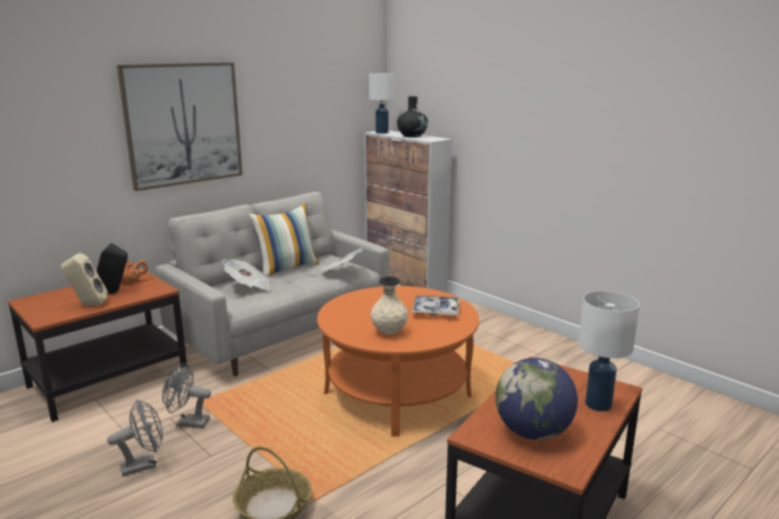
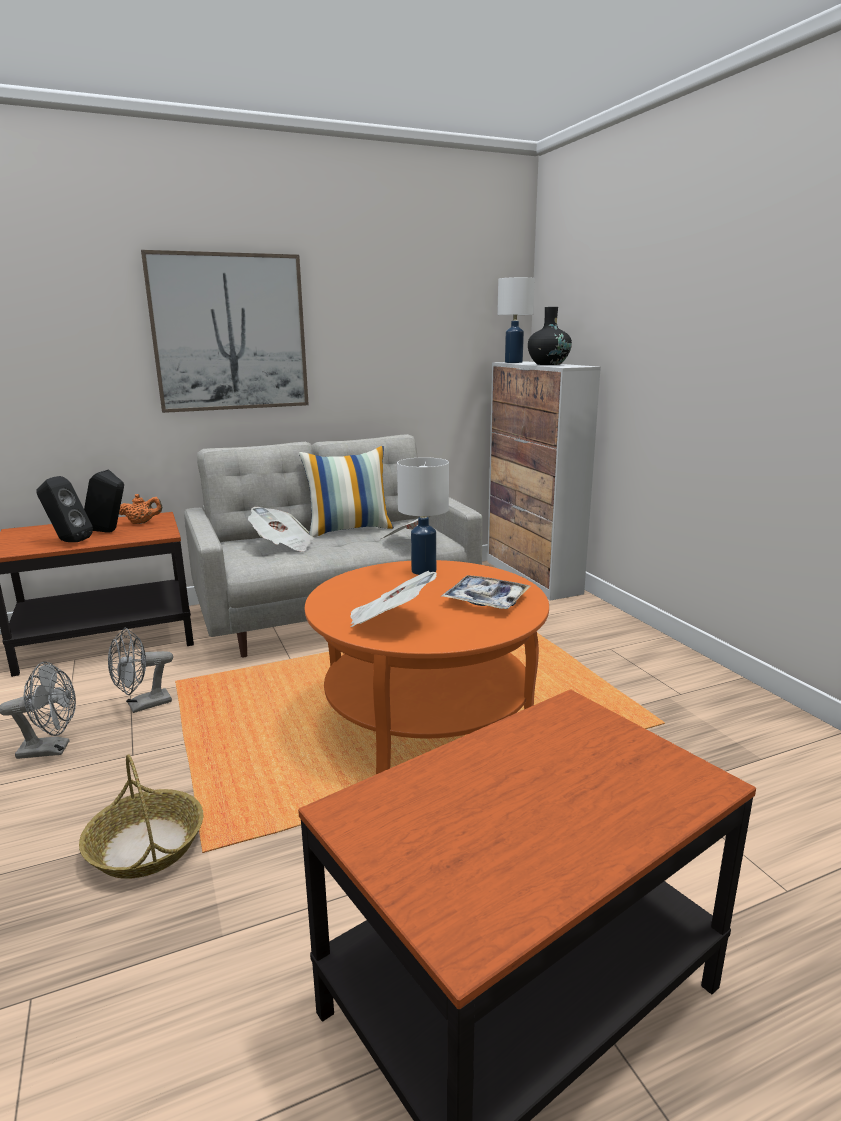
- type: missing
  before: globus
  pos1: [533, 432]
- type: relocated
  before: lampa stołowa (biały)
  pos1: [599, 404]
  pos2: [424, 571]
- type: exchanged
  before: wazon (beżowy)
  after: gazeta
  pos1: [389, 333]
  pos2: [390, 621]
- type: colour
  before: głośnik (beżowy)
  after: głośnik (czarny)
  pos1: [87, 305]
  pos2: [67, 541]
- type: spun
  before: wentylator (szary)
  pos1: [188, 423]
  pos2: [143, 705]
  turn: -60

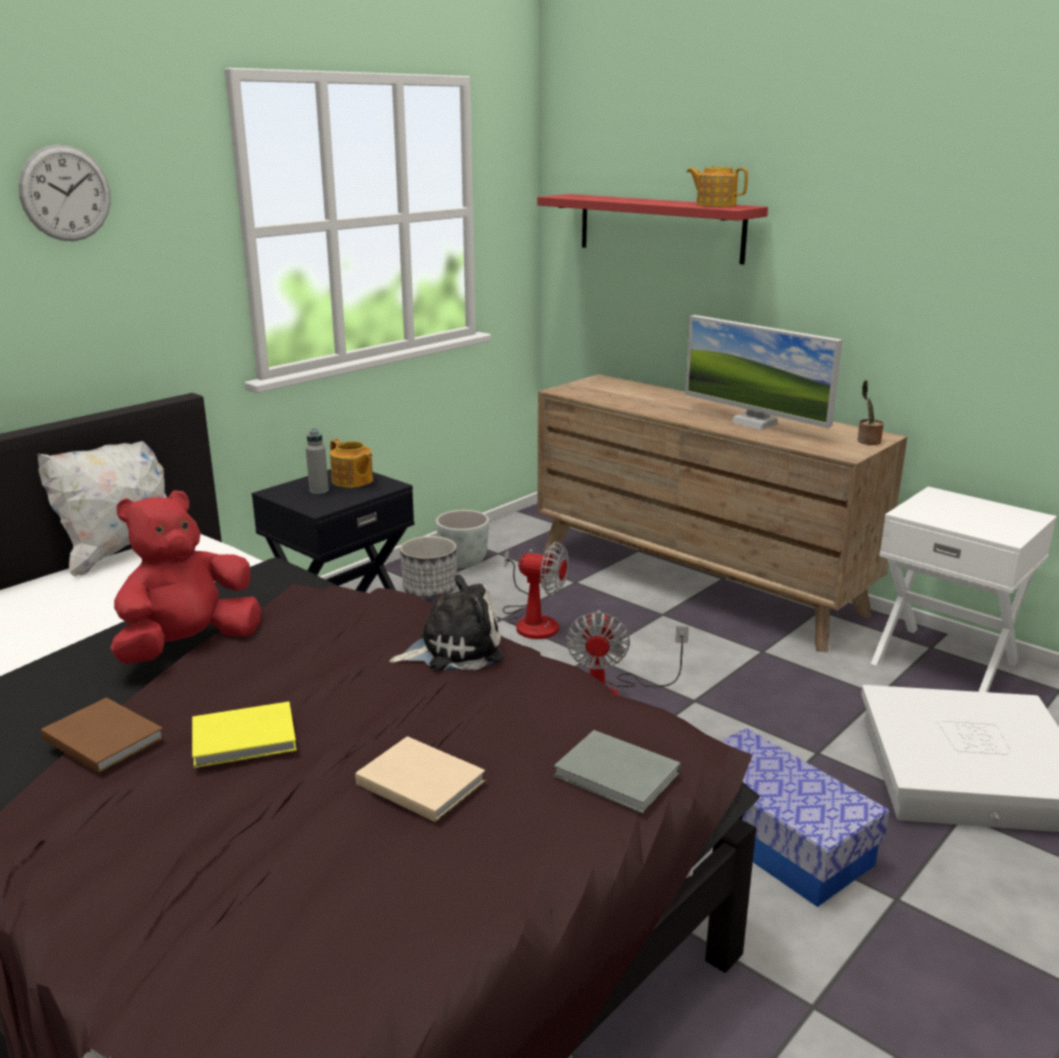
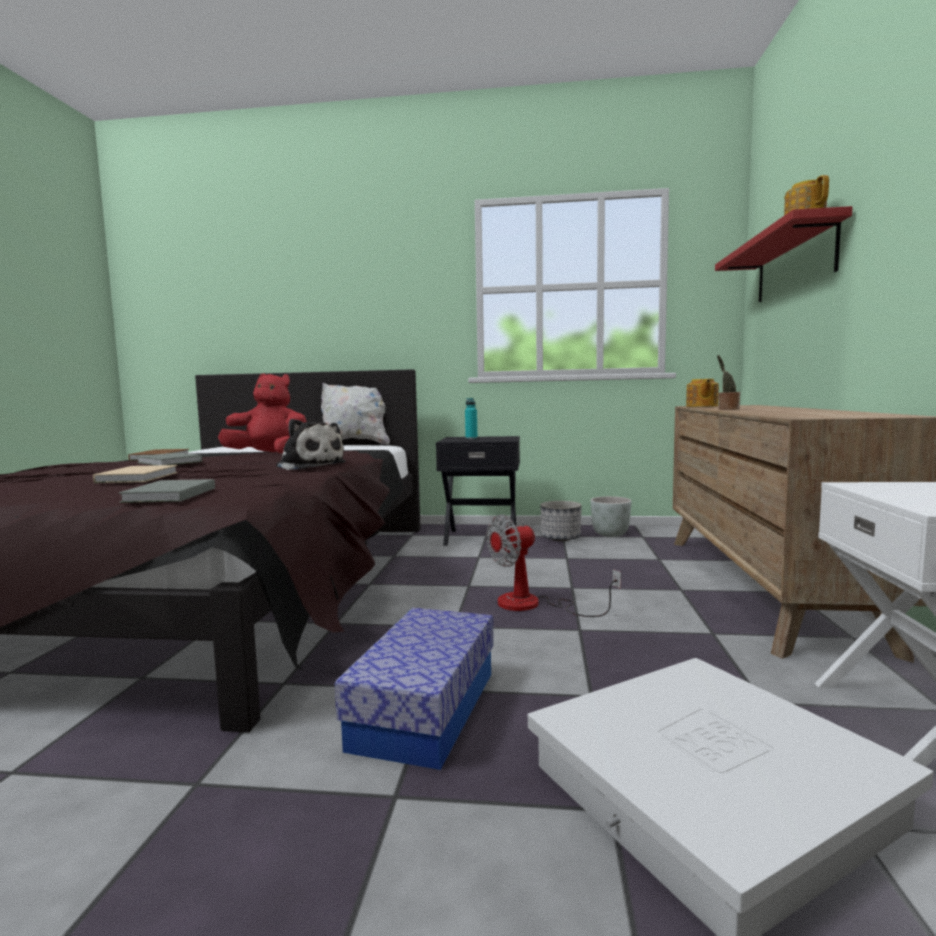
- type: missing
  before: zegar ścienny
  pos1: [65, 193]
- type: missing
  before: wentylator
  pos1: [532, 621]
- type: missing
  before: monitor
  pos1: [754, 423]
- type: relocated
  before: imbryk
  pos1: [352, 481]
  pos2: [701, 406]
- type: relocated
  before: roślina doniczkowa
  pos1: [867, 441]
  pos2: [727, 409]
- type: colour
  before: książka (żółty)
  after: książka (szary)
  pos1: [247, 739]
  pos2: [169, 462]
- type: colour
  before: butelka (szary)
  after: butelka (turkusowy)
  pos1: [319, 490]
  pos2: [471, 438]

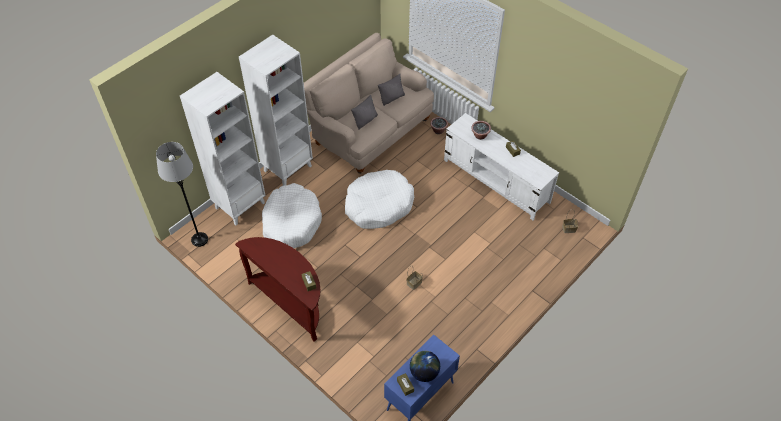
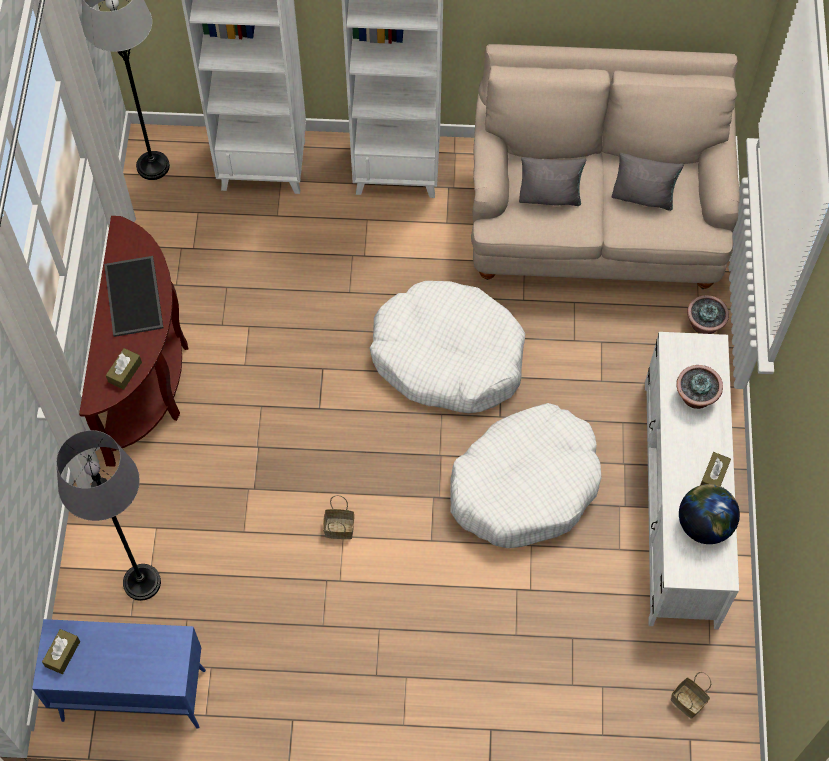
- type: appeared
  after: lampa stojąca (szary)
  pos2: [142, 582]
- type: appeared
  after: taca
  pos2: [135, 297]
- type: relocated
  before: legowisko (biały)
  pos1: [291, 222]
  pos2: [525, 484]
- type: relocated
  before: globus
  pos1: [424, 372]
  pos2: [704, 524]

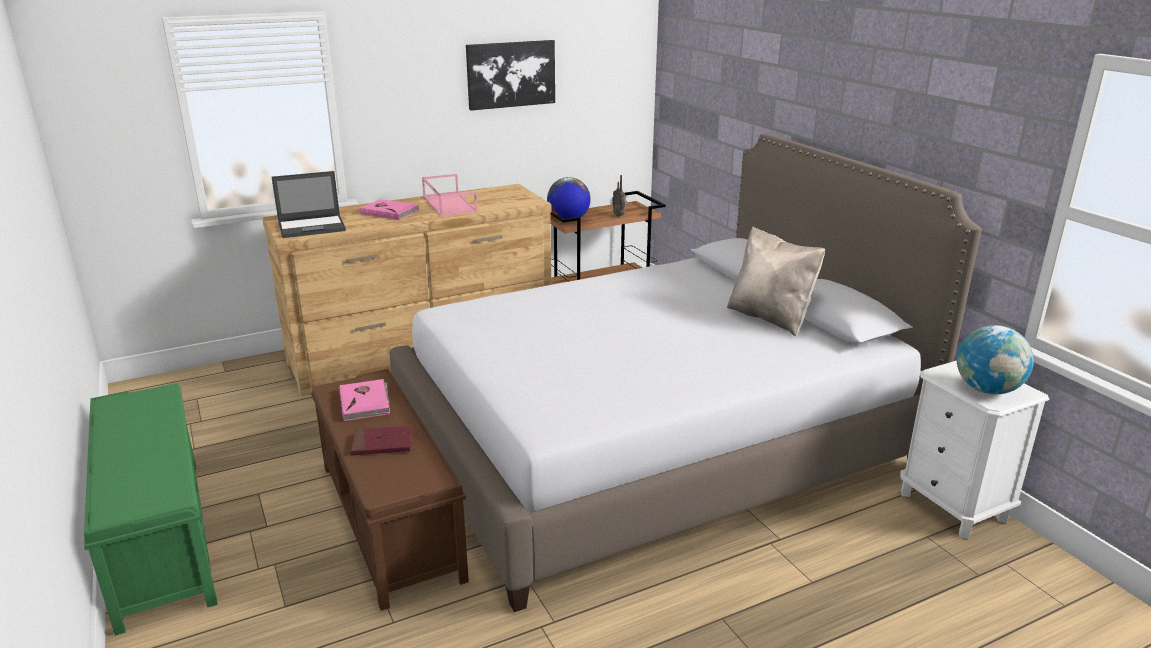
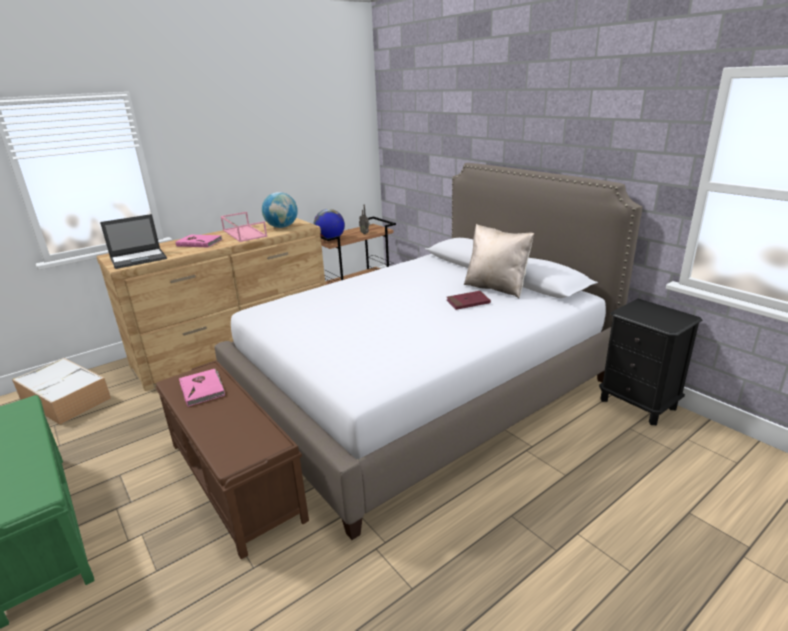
- type: missing
  before: obraz
  pos1: [510, 74]
- type: appeared
  after: pojemnik do przechowywania
  pos2: [66, 399]
- type: relocated
  before: książka (czerwony)
  pos1: [382, 443]
  pos2: [468, 302]
- type: relocated
  before: globus
  pos1: [987, 390]
  pos2: [282, 227]
- type: colour
  before: szafka nocna (biały)
  after: szafka nocna (czarny)
  pos1: [953, 506]
  pos2: [637, 404]

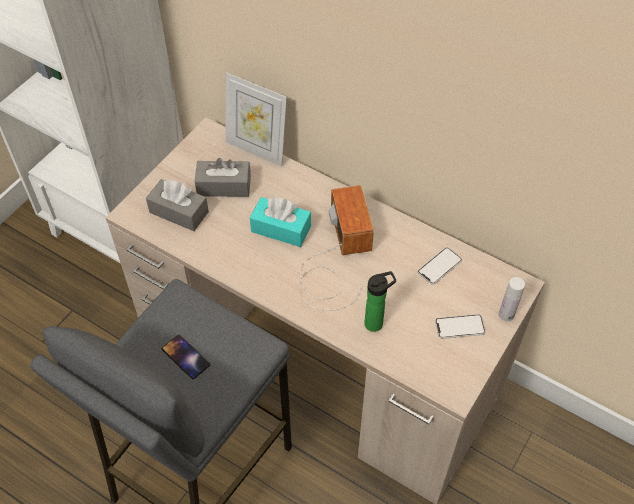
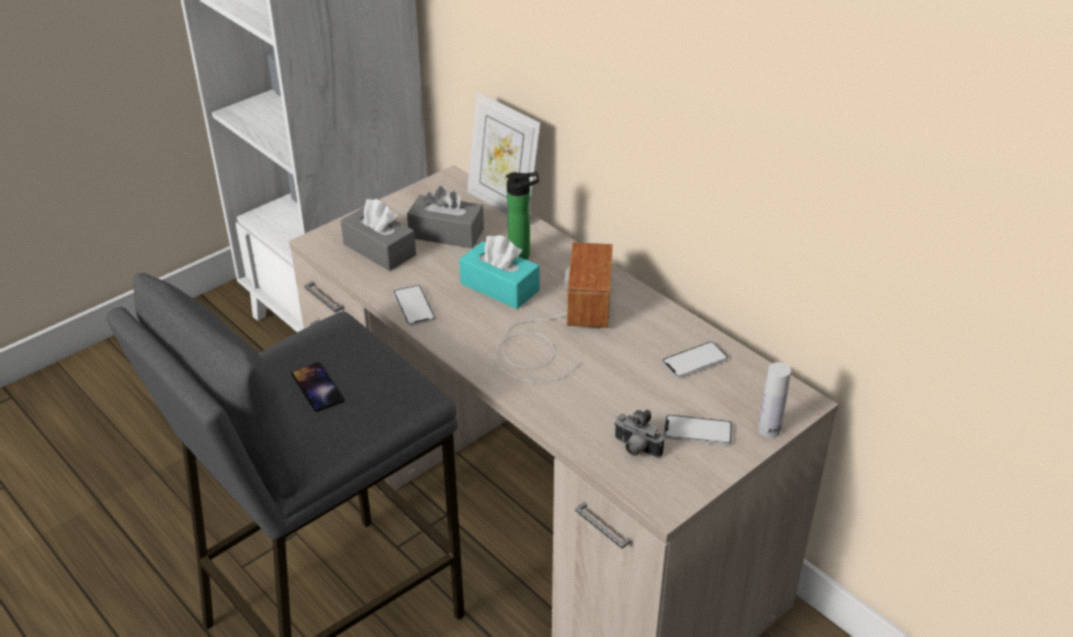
- type: appeared
  after: telefon
  pos2: [414, 306]
- type: appeared
  after: aparat fotograficzny
  pos2: [635, 449]
- type: relocated
  before: butelka
  pos1: [376, 323]
  pos2: [522, 255]

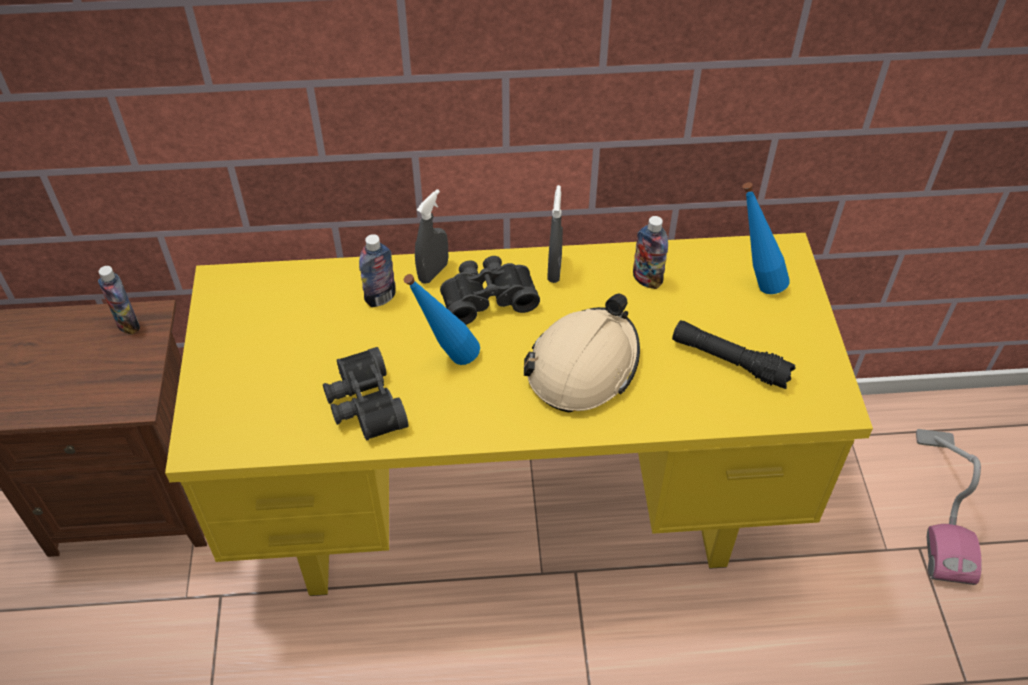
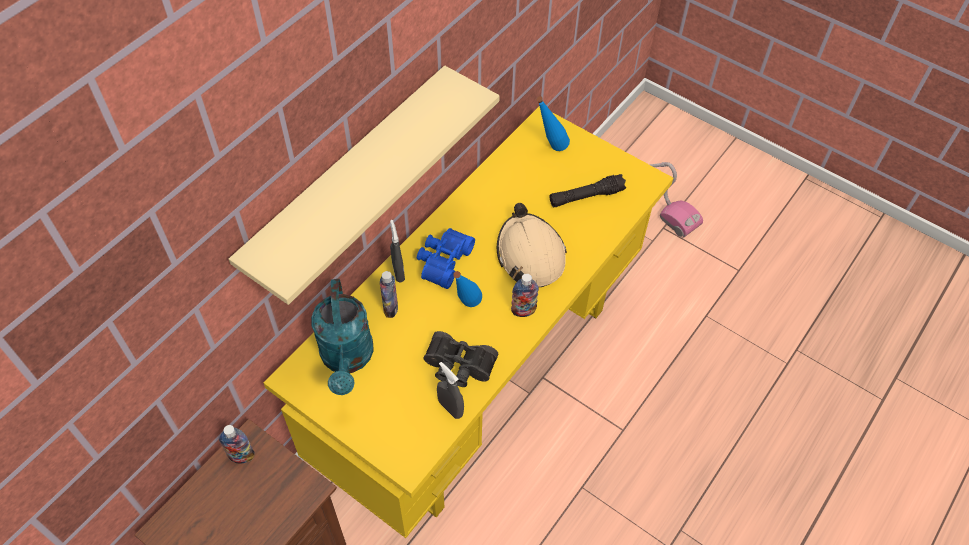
- type: appeared
  after: półka (beżowy)
  pos2: [349, 180]
- type: appeared
  after: konewka (turkusowy)
  pos2: [347, 359]
- type: relocated
  before: spryskiwacz (szary)
  pos1: [554, 270]
  pos2: [450, 408]
- type: relocated
  before: butelka
  pos1: [647, 279]
  pos2: [523, 311]
- type: colour
  before: lornetka (czarny)
  after: lornetka (niebieski)
  pos1: [487, 297]
  pos2: [442, 261]

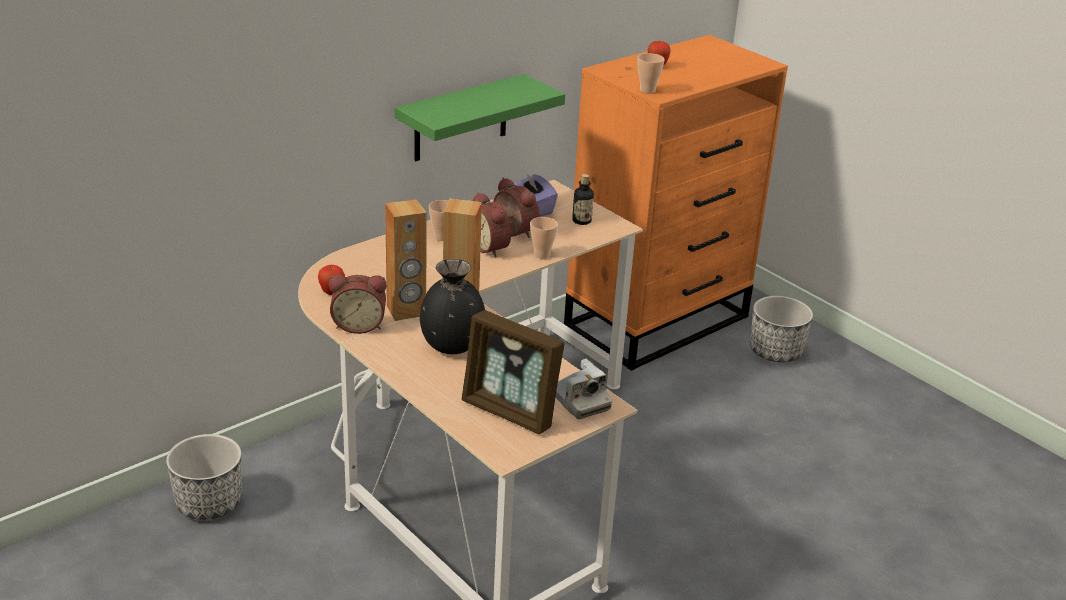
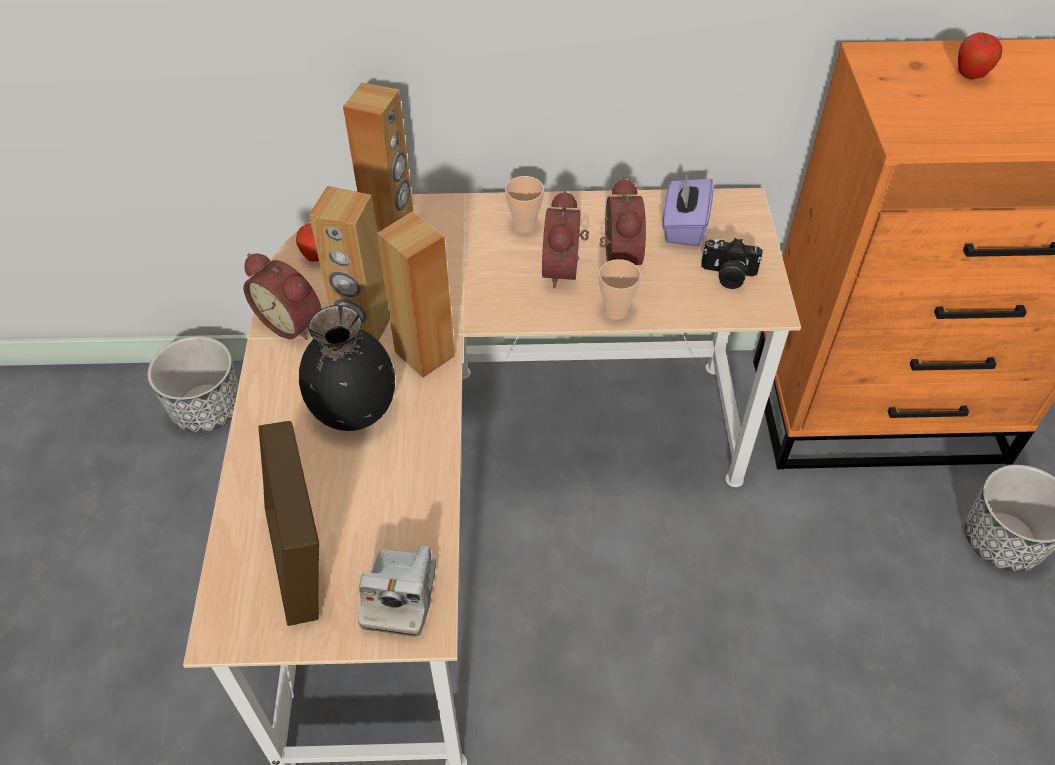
- type: missing
  before: półka (zielony)
  pos1: [461, 118]
- type: missing
  before: filiżanka
  pos1: [647, 90]
- type: appeared
  after: głośnik (brązowy)
  pos2: [389, 220]
- type: exchanged
  before: butelka
  after: aparat fotograficzny
  pos1: [581, 221]
  pos2: [728, 275]

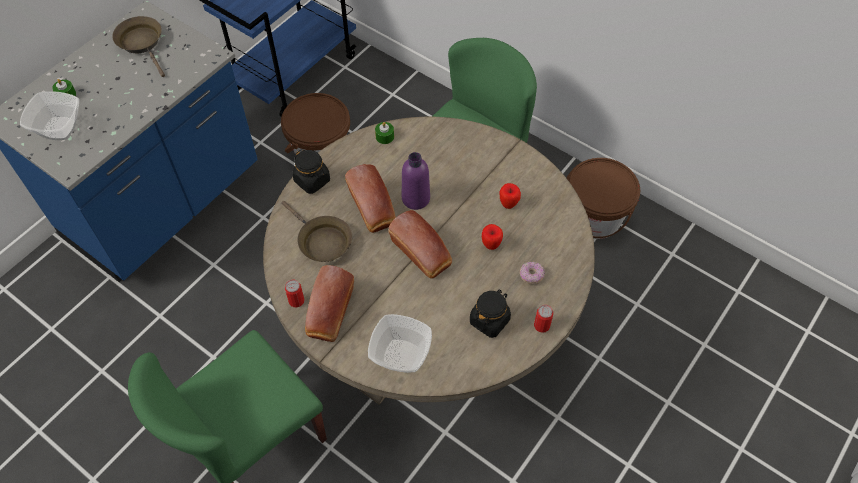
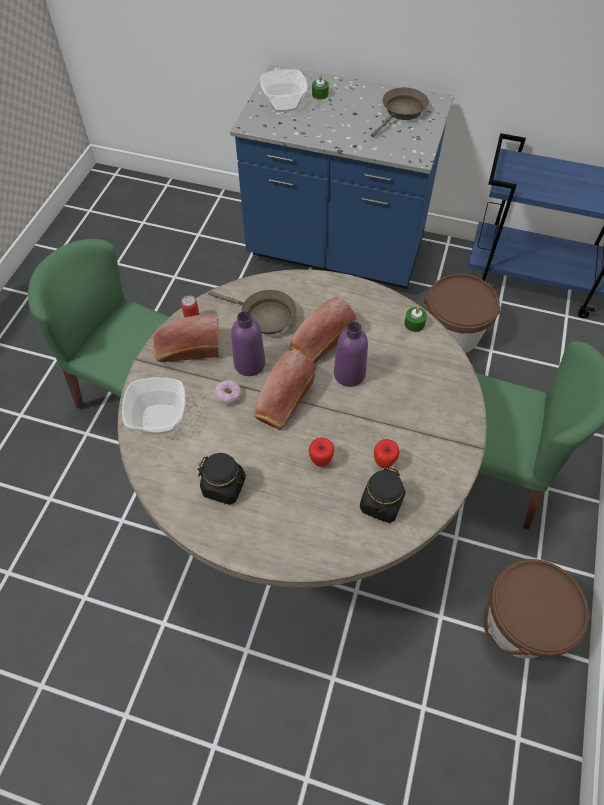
- type: missing
  before: puszka
  pos1: [541, 325]
- type: appeared
  after: butelka (fioletowy)
  pos2: [249, 364]
- type: relocated
  before: słoik (czarny)
  pos1: [312, 181]
  pos2: [381, 504]
- type: relocated
  before: donut
  pos1: [531, 275]
  pos2: [228, 395]
- type: spun
  before: patelnia (brązowy)
  pos1: [322, 241]
  pos2: [264, 316]
  turn: -90

